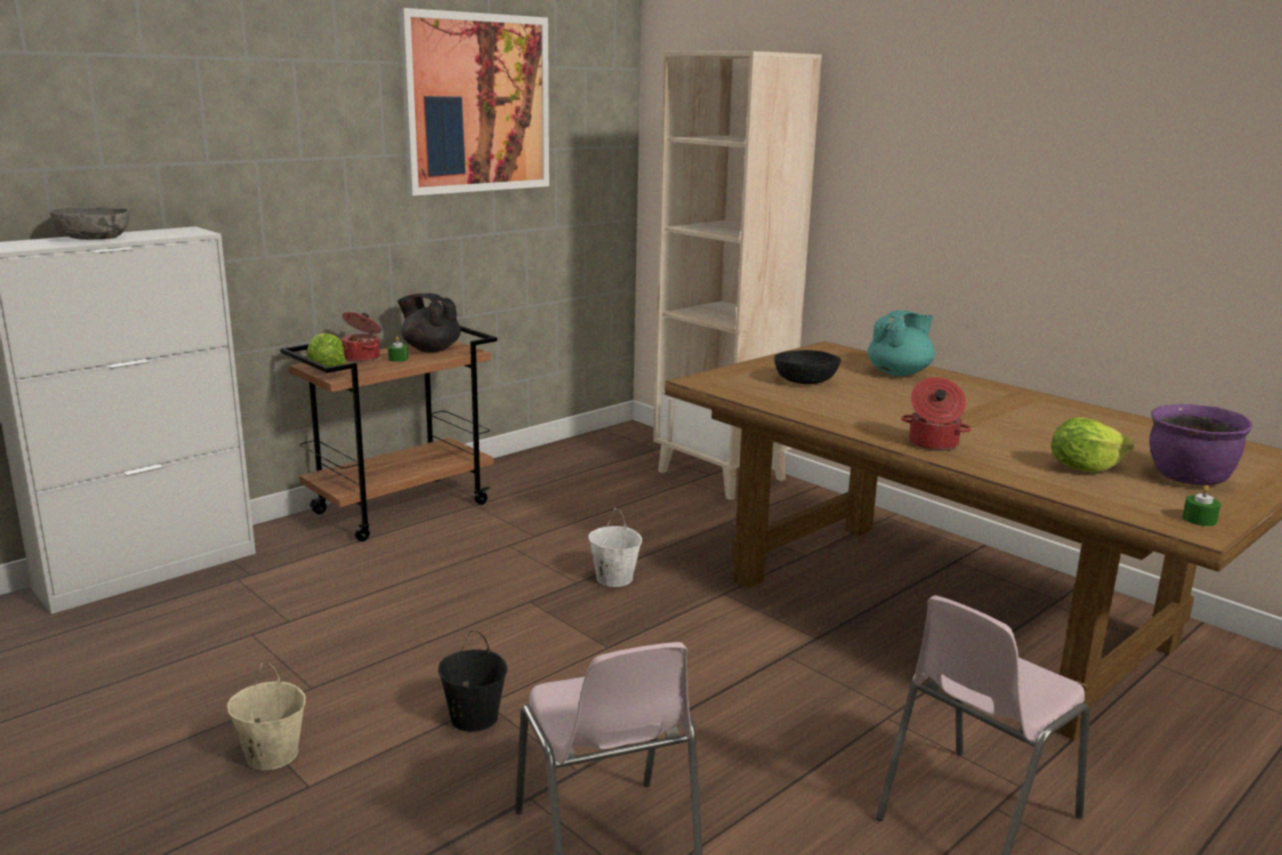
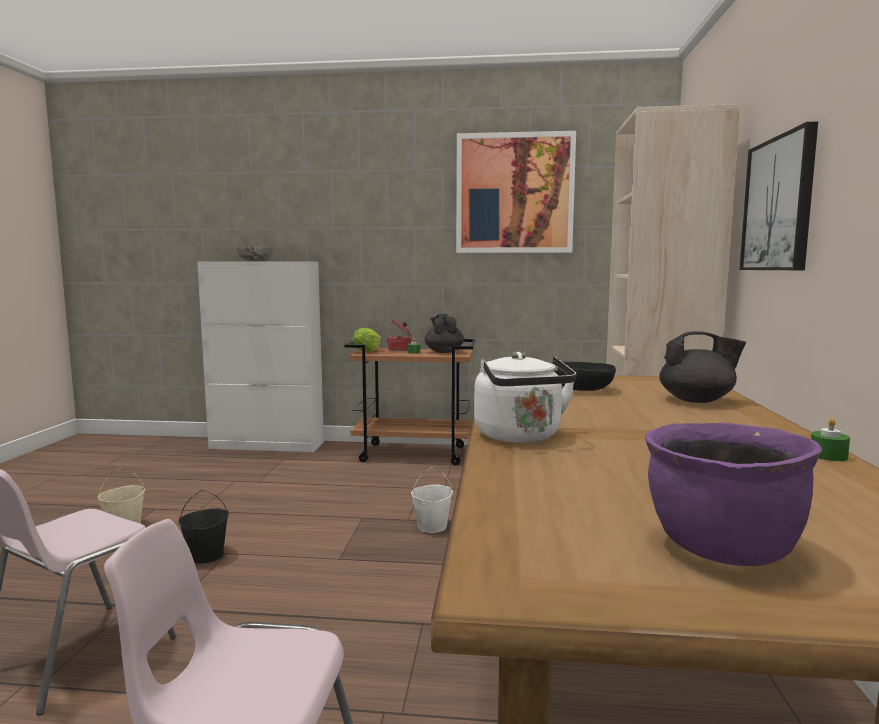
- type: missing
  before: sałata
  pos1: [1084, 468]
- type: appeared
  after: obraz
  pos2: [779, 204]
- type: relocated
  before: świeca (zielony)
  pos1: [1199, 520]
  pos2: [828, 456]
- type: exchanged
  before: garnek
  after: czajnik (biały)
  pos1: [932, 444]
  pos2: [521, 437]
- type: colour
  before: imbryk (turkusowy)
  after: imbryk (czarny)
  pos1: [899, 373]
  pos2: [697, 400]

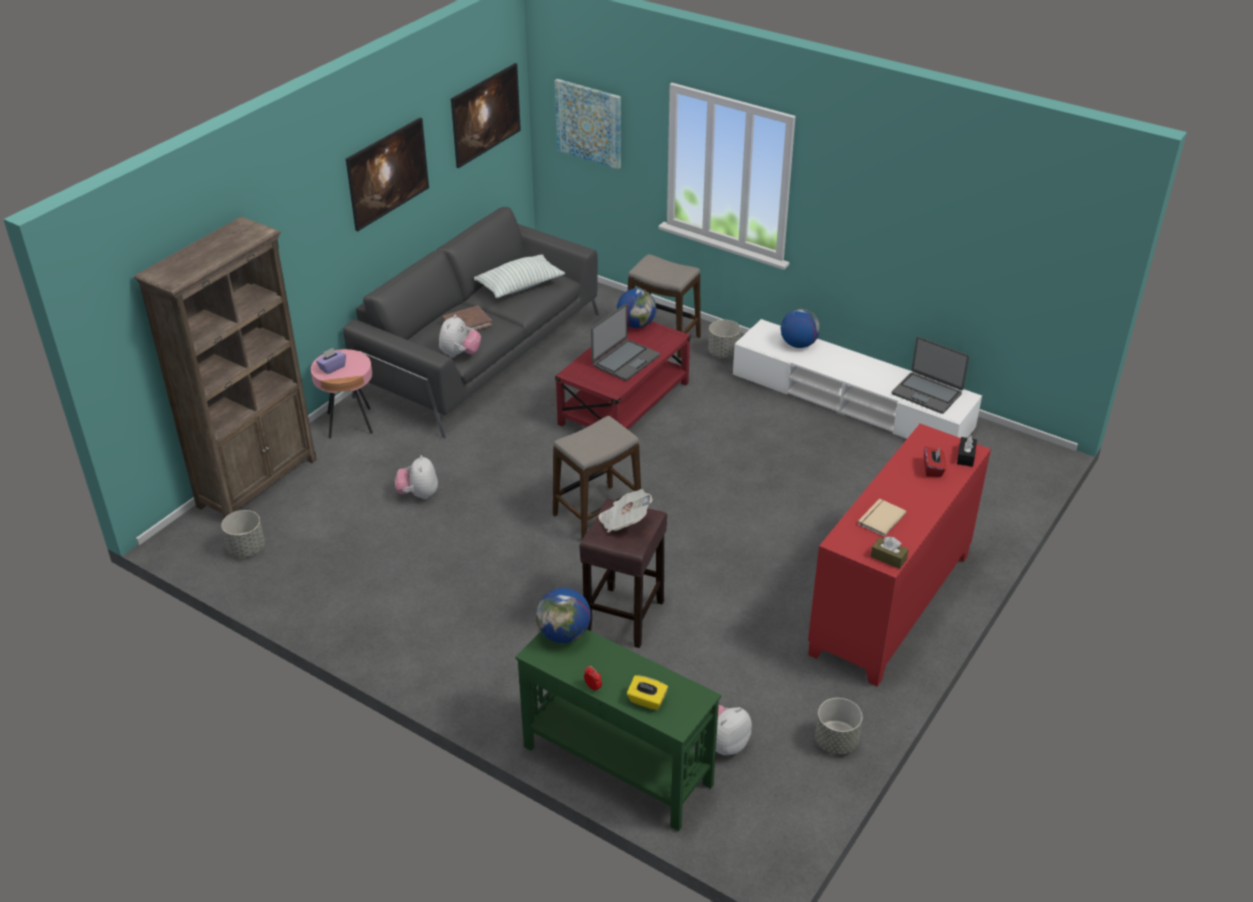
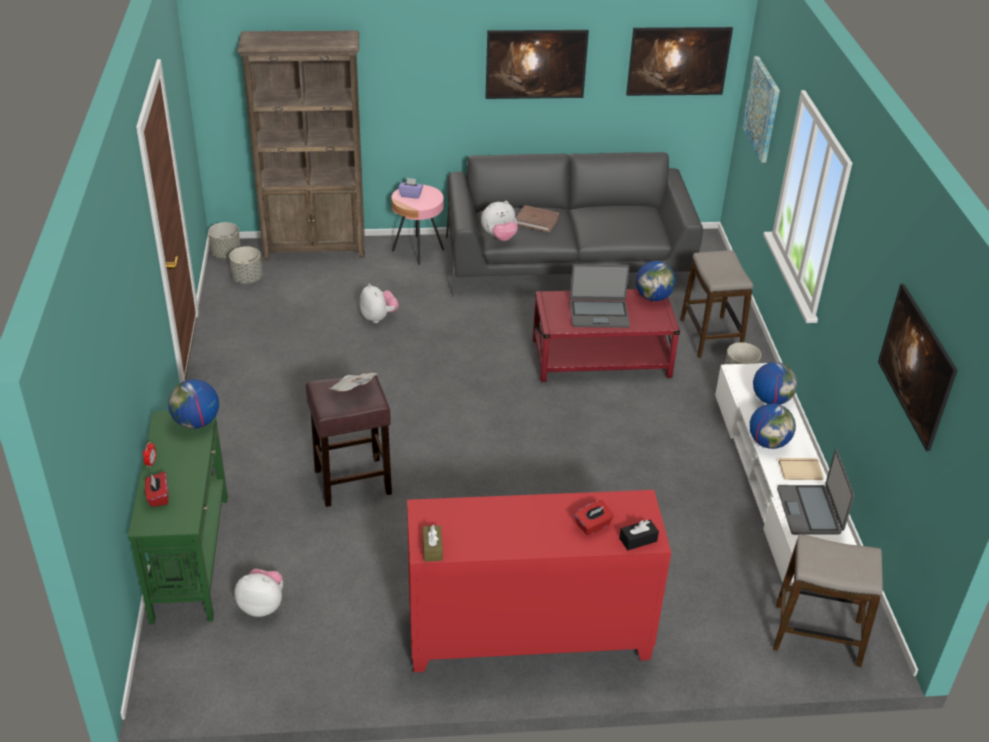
- type: missing
  before: poduszka
  pos1: [520, 286]
- type: appeared
  after: globus
  pos2: [768, 442]
- type: appeared
  after: obraz
  pos2: [910, 385]
- type: relocated
  before: stołek
  pos1: [597, 513]
  pos2: [816, 635]
- type: relocated
  before: donica (szary)
  pos1: [836, 742]
  pos2: [226, 254]
- type: relocated
  before: książka (beżowy)
  pos1: [880, 518]
  pos2: [799, 469]
- type: colour
  before: pudełko chusteczek (żółty)
  after: pudełko chusteczek (czerwony)
  pos1: [647, 701]
  pos2: [158, 497]
- type: spun
  before: pluszak
  pos1: [418, 494]
  pos2: [378, 317]
  turn: 105

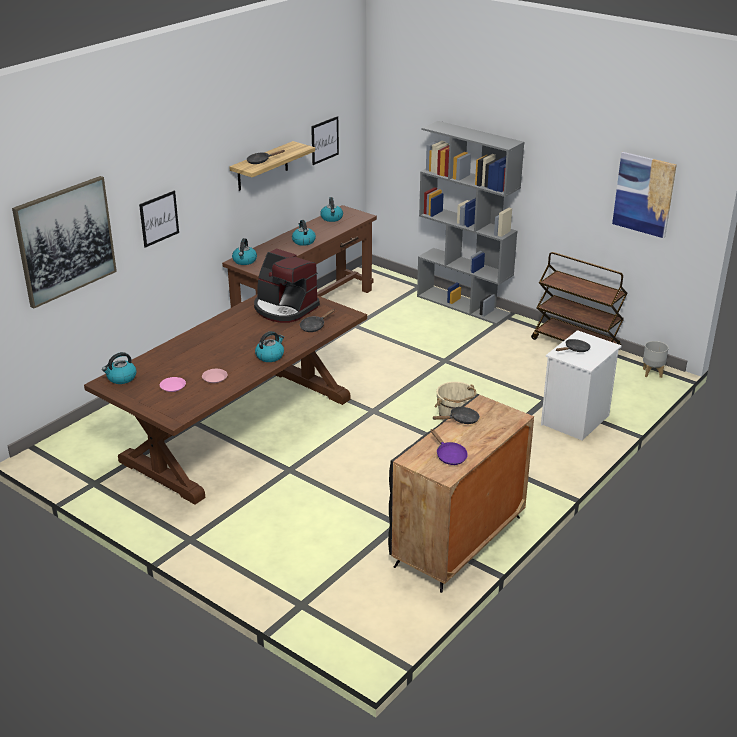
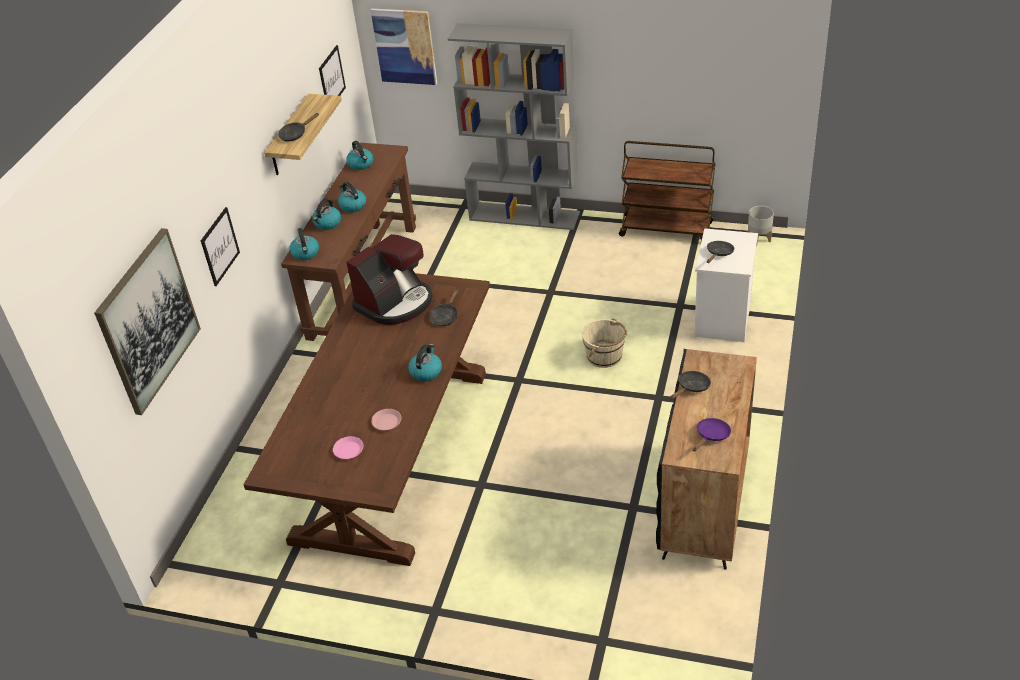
- type: relocated
  before: czajnik
  pos1: [121, 378]
  pos2: [327, 223]
- type: relocated
  before: obraz
  pos1: [644, 194]
  pos2: [405, 46]
- type: spun
  before: ekspres do kawy
  pos1: [284, 308]
  pos2: [395, 303]
  turn: -60
- type: spun
  before: patelnia (fioletowy)
  pos1: [449, 456]
  pos2: [711, 436]
  turn: -90

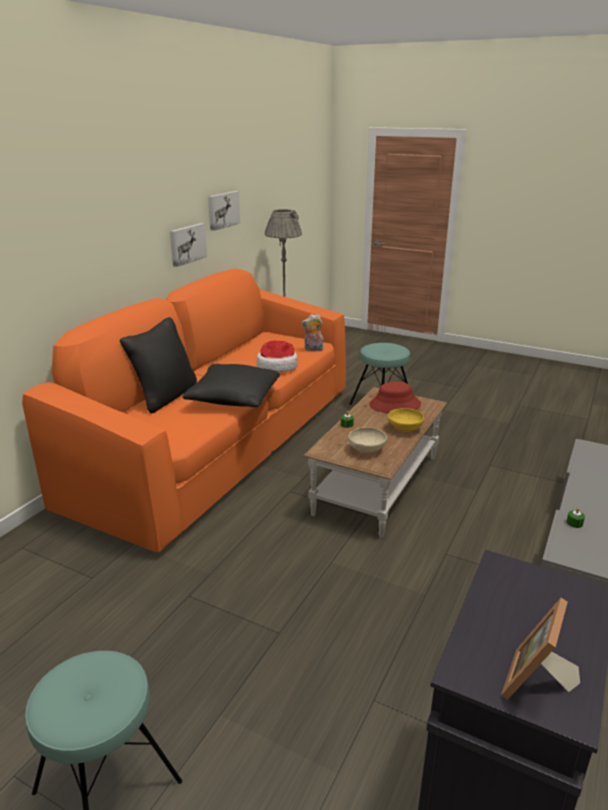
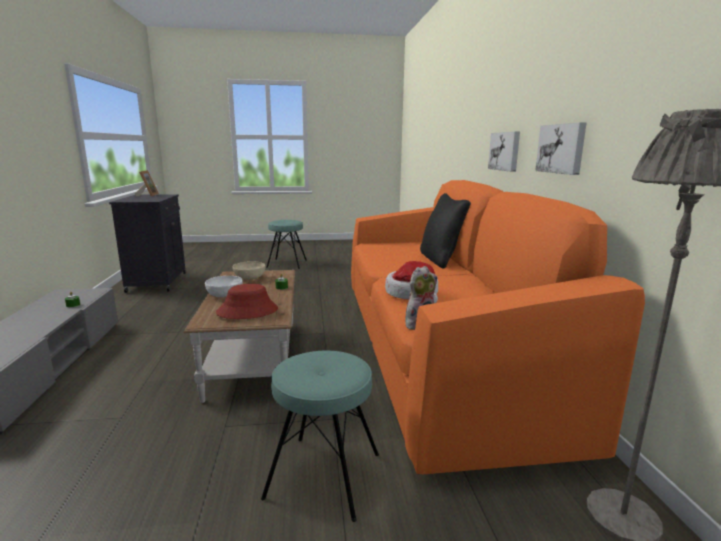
- type: missing
  before: poduszka (czarny)
  pos1: [234, 398]
- type: relocated
  before: obraz
  pos1: [222, 210]
  pos2: [505, 151]
- type: colour
  before: miska (żółty)
  after: miska (biały)
  pos1: [404, 429]
  pos2: [225, 295]

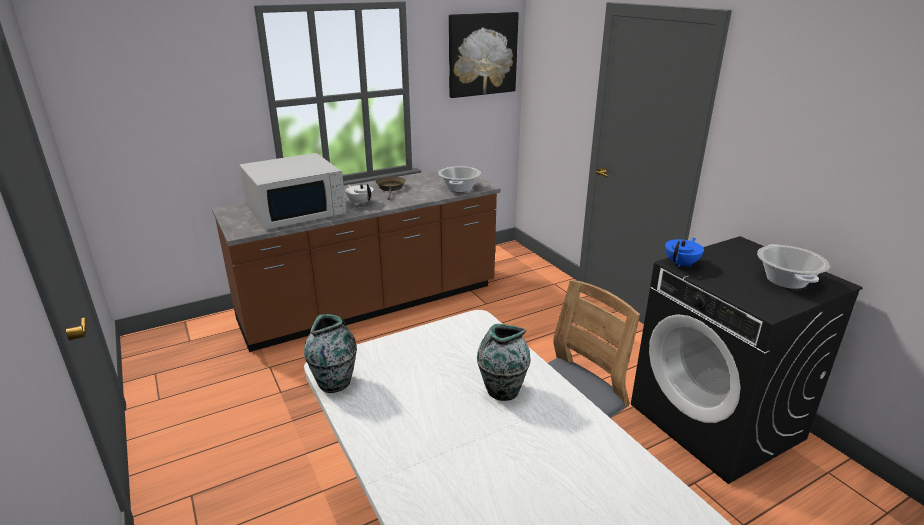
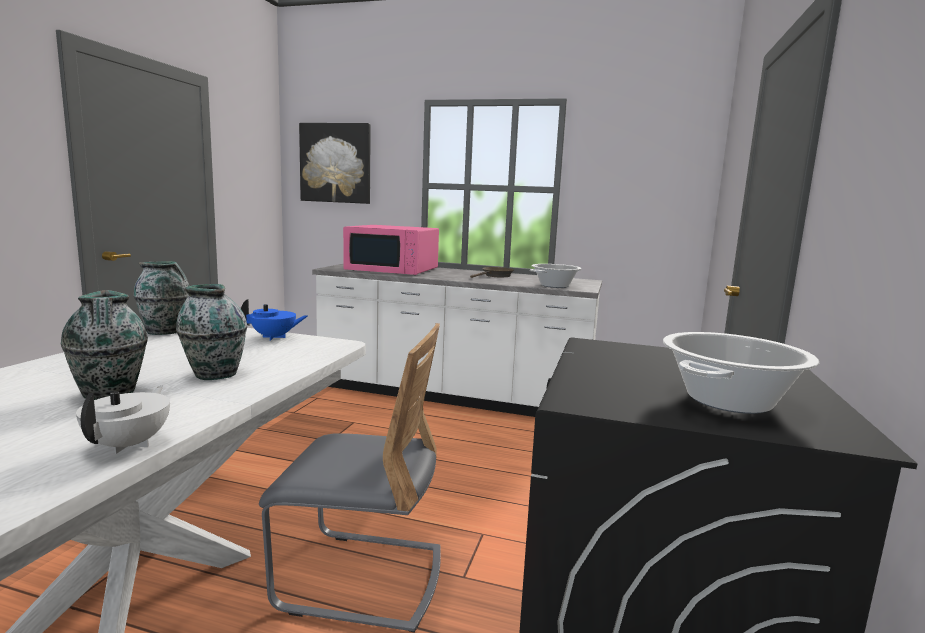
- type: appeared
  after: wazon
  pos2: [109, 394]
- type: relocated
  before: imbryk (biały)
  pos1: [360, 203]
  pos2: [129, 444]
- type: relocated
  before: obraz
  pos1: [482, 54]
  pos2: [336, 163]
- type: relocated
  before: imbryk (niebieski)
  pos1: [681, 264]
  pos2: [274, 337]
- type: colour
  before: zabudowa kuchenna (brązowy)
  after: zabudowa kuchenna (biały)
  pos1: [371, 305]
  pos2: [453, 395]
- type: colour
  before: mikrofalówka (biały)
  after: mikrofalówka (różowy)
  pos1: [296, 211]
  pos2: [393, 270]

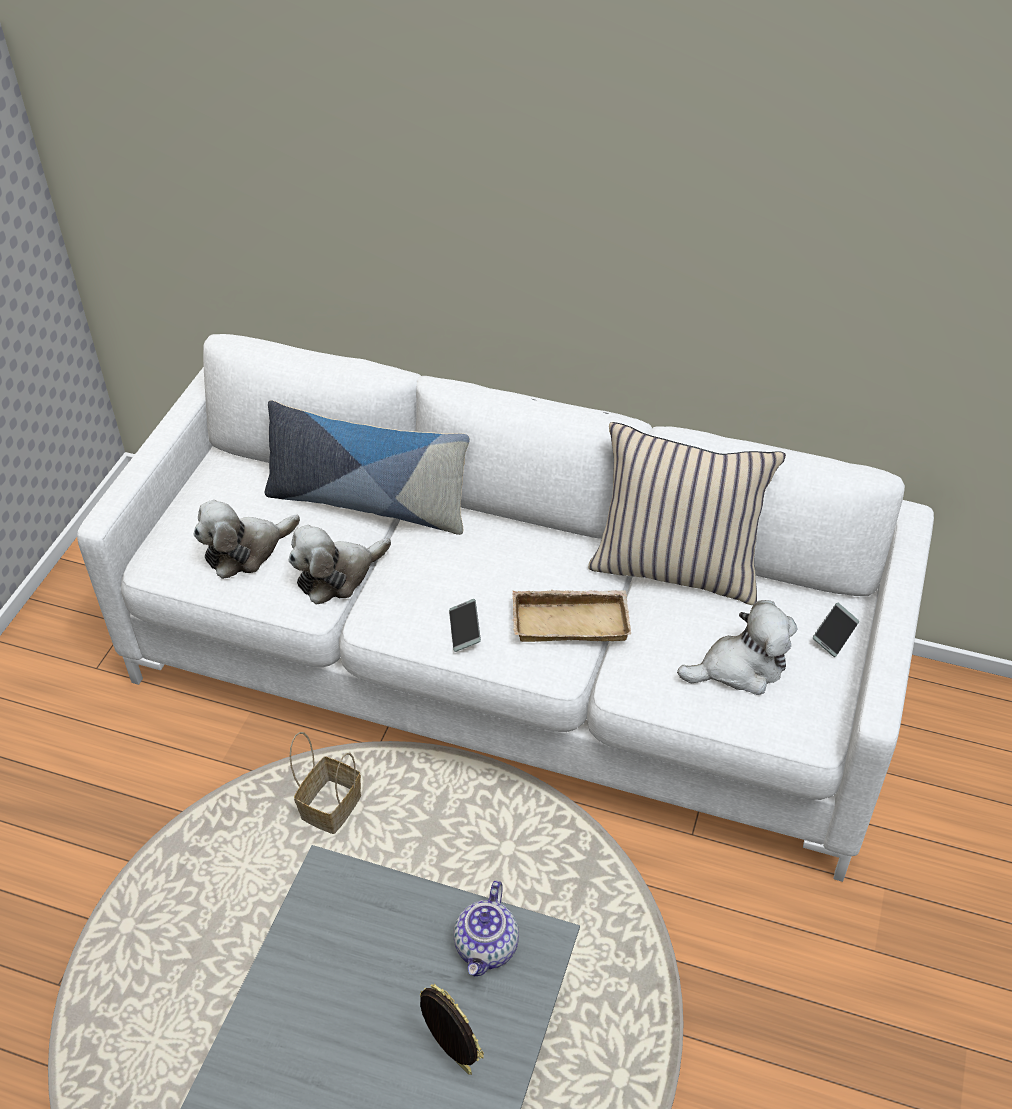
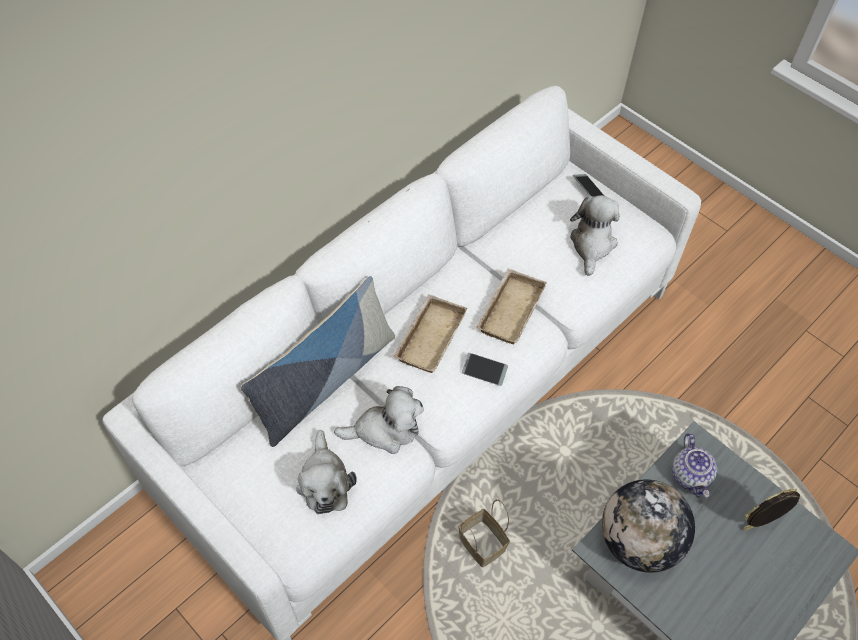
- type: missing
  before: poduszka (beżowy)
  pos1: [676, 568]
- type: appeared
  after: taca (beżowy)
  pos2: [429, 336]
- type: appeared
  after: globus
  pos2: [638, 541]
- type: spun
  before: pluszak
  pos1: [338, 575]
  pos2: [385, 430]
  turn: -90
- type: spun
  before: imbryk
  pos1: [487, 947]
  pos2: [691, 476]
  turn: 45

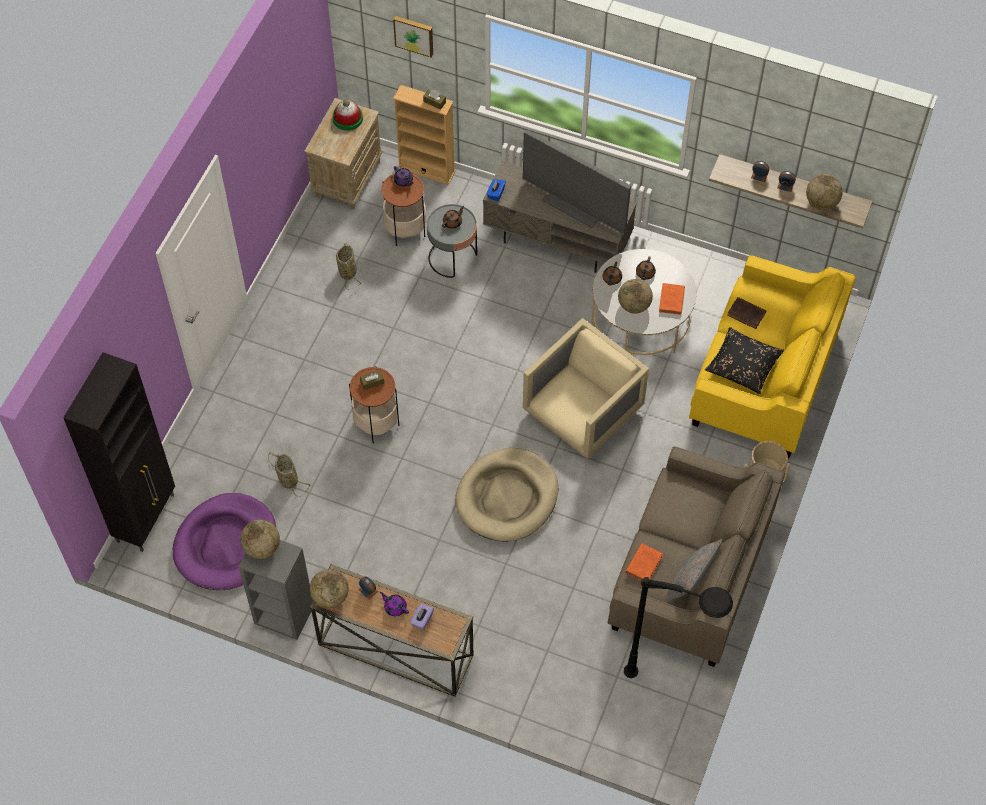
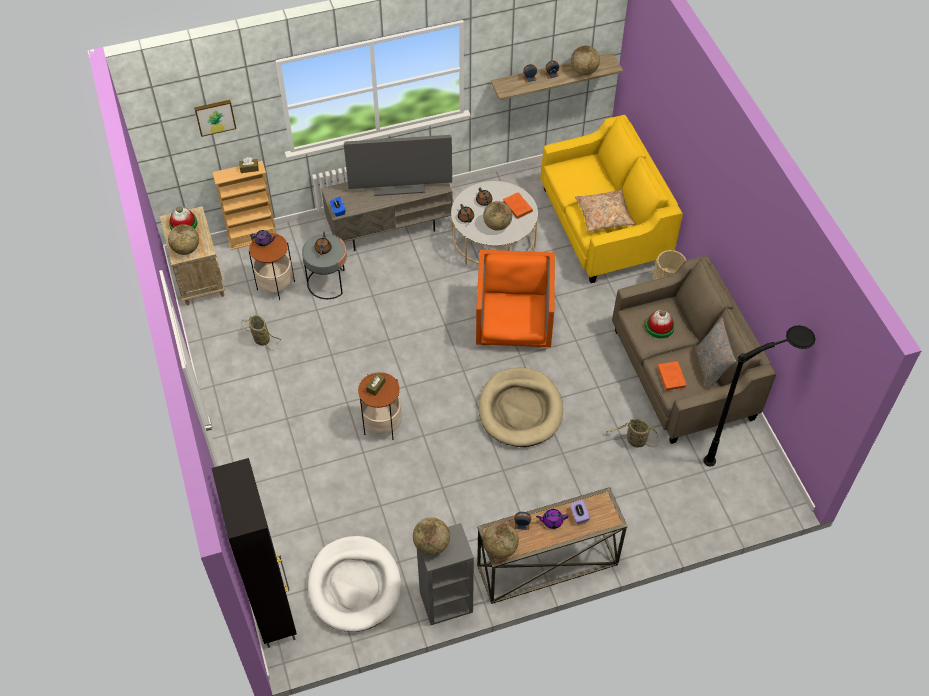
- type: missing
  before: książka (brązowy)
  pos1: [747, 314]
- type: appeared
  after: globus
  pos2: [186, 249]
- type: appeared
  after: kapelusz
  pos2: [659, 326]
- type: relocated
  before: koszyk
  pos1: [287, 479]
  pos2: [634, 441]
- type: colour
  before: legowisko (fioletowy)
  after: legowisko (biały)
  pos1: [226, 544]
  pos2: [354, 586]
- type: colour
  before: fotel (beżowy)
  after: fotel (pomarańczowy)
  pos1: [582, 411]
  pos2: [514, 322]
- type: colour
  before: poduszka (czarny)
  after: poduszka (beżowy)
  pos1: [743, 365]
  pos2: [604, 215]

